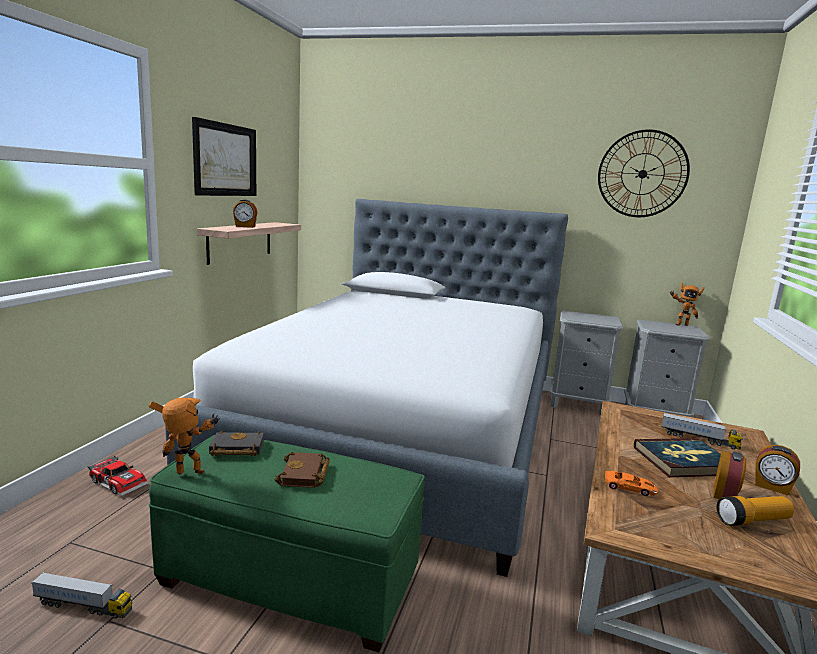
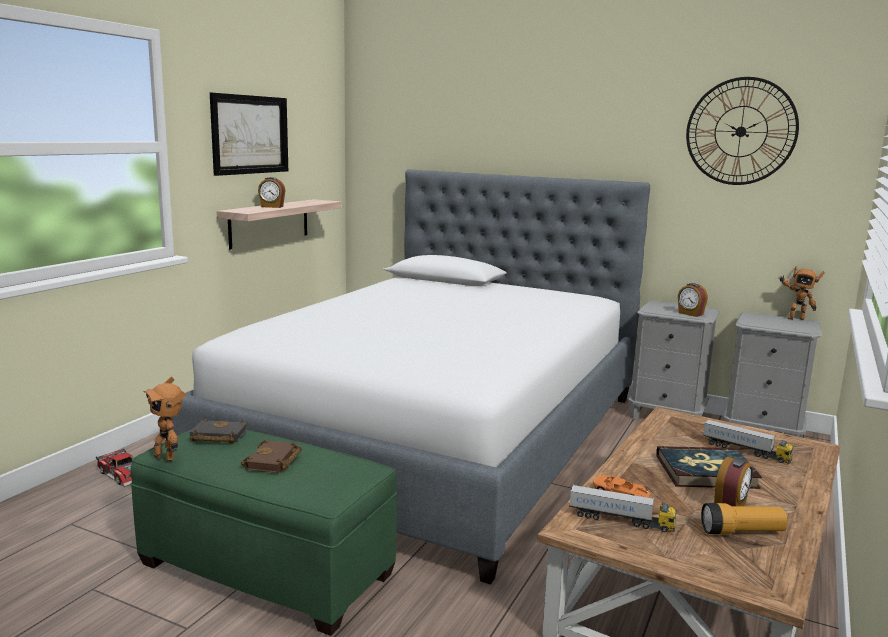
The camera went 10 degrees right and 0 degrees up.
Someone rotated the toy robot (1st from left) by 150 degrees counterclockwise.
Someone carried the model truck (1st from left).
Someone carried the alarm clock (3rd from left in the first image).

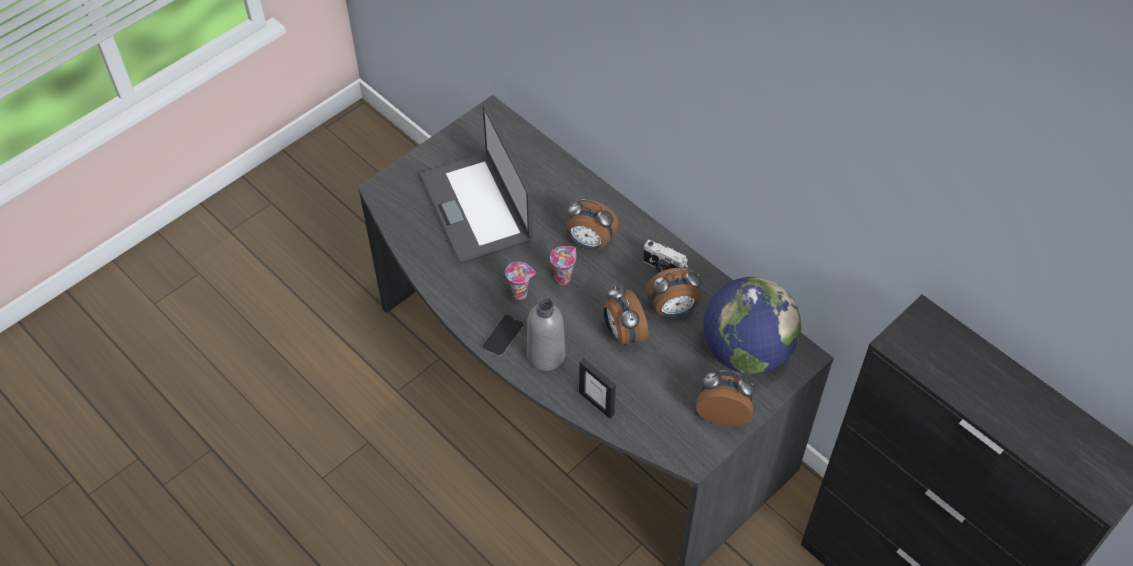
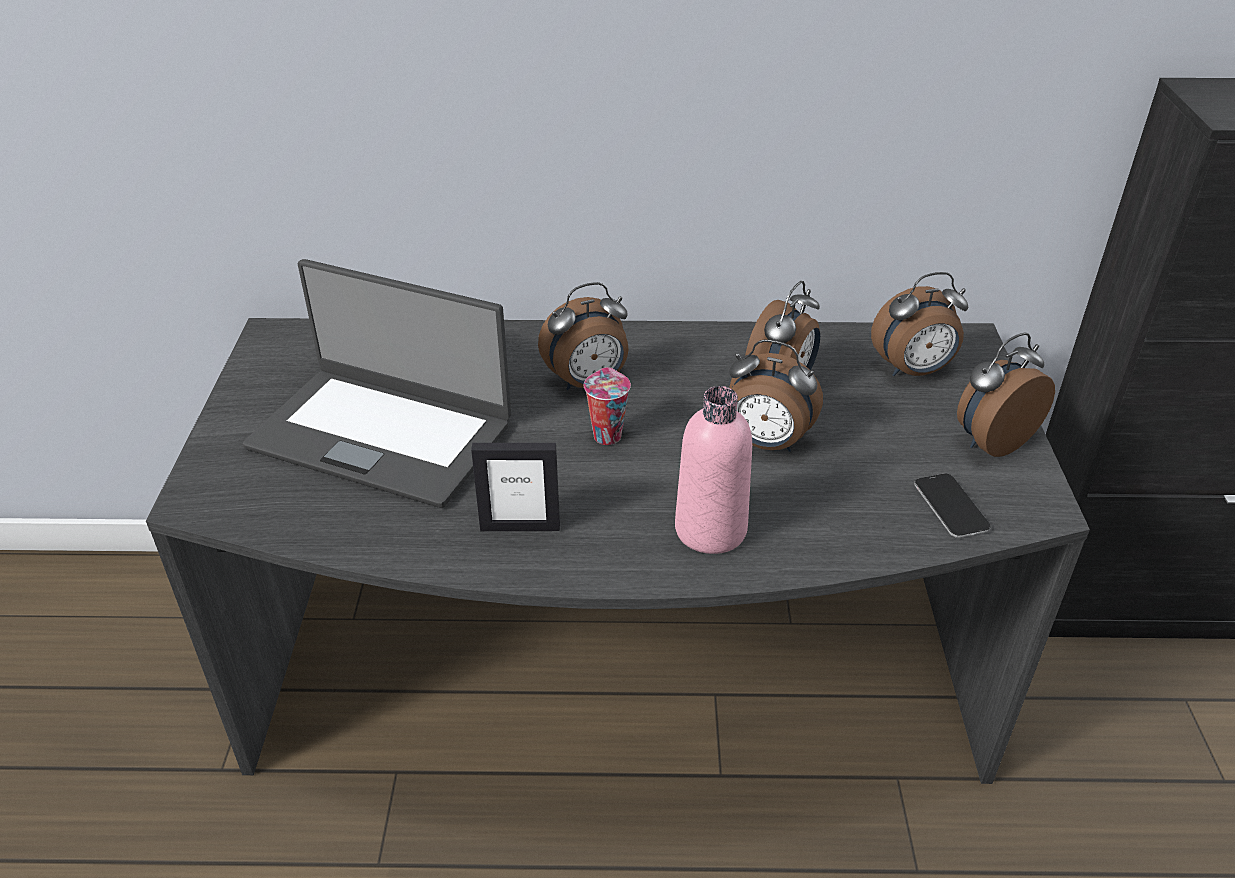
The camera went 45 degrees left and 15 degrees down.
Someone carried the picture frame.
Someone repainted the beverage bottle (gray), which became the beverage bottle (pinkish).
Someone swapped the desk globe for the alarm clock (4th from left).
Someone carried the telephone.
Someone took away the small cup (1st from left).
Someone took away the still camera.

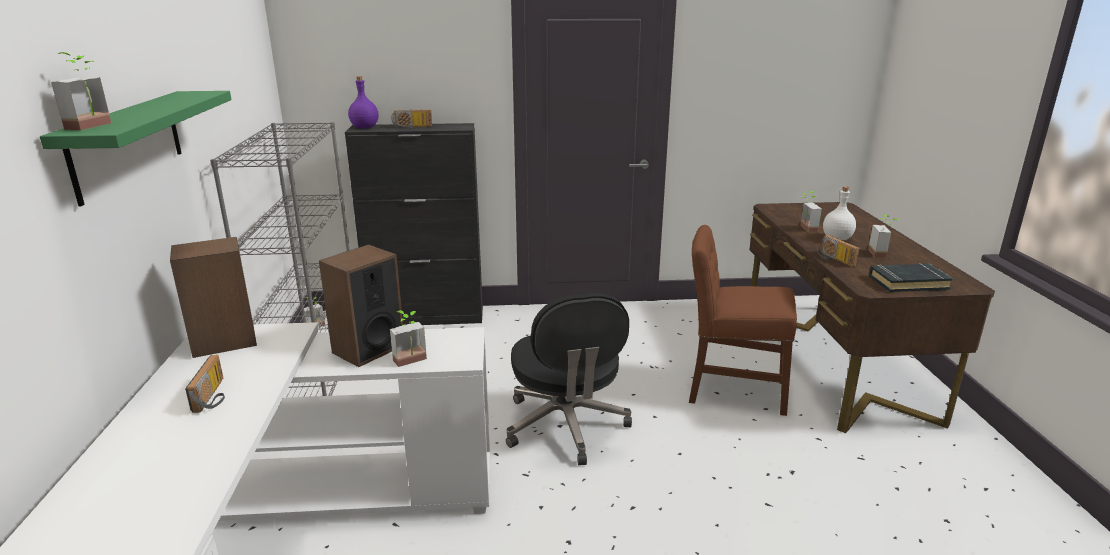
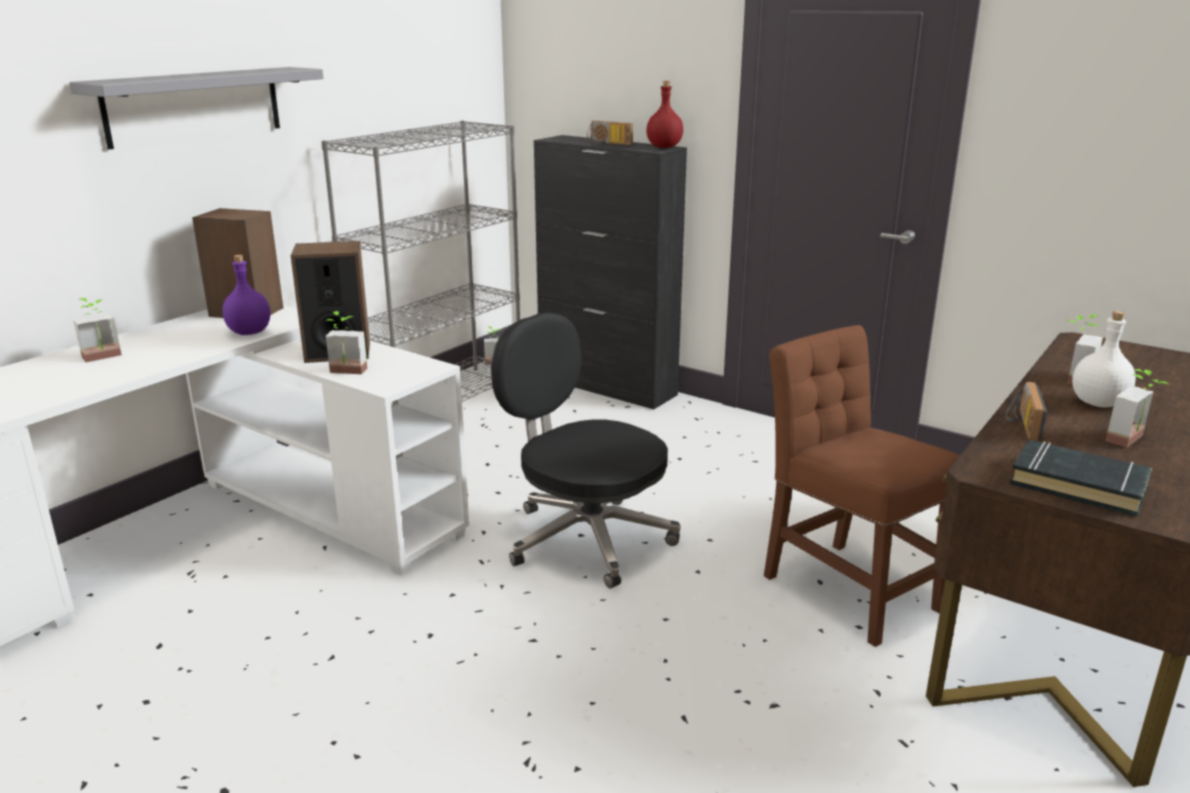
The camera went 40 degrees right and 0 degrees up.
Someone repainted the bracket shelf (green), which became the bracket shelf (gray).
Someone carried the plant in a pot (1st from left).
Someone carried the beverage bottle (purplish).
Someone rotated the desk chair (black) by 105 degrees clockwise.
Someone put down the beverage bottle (red-coloured).
Someone took away the radio (1st from left).

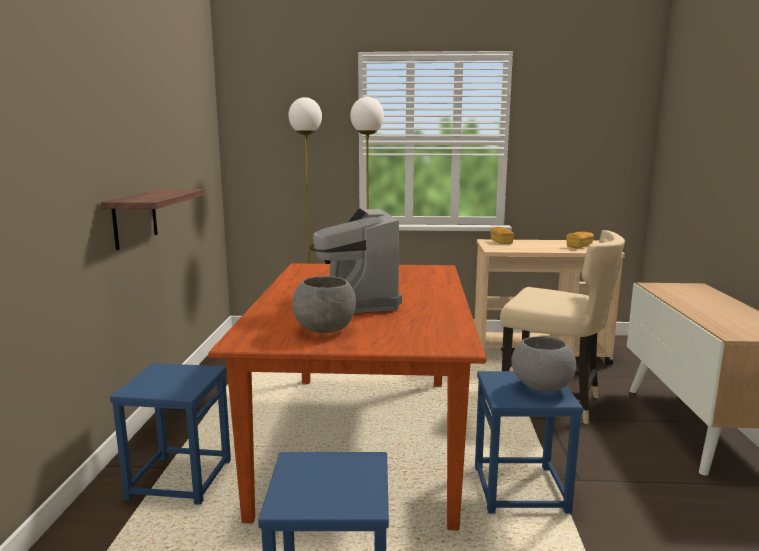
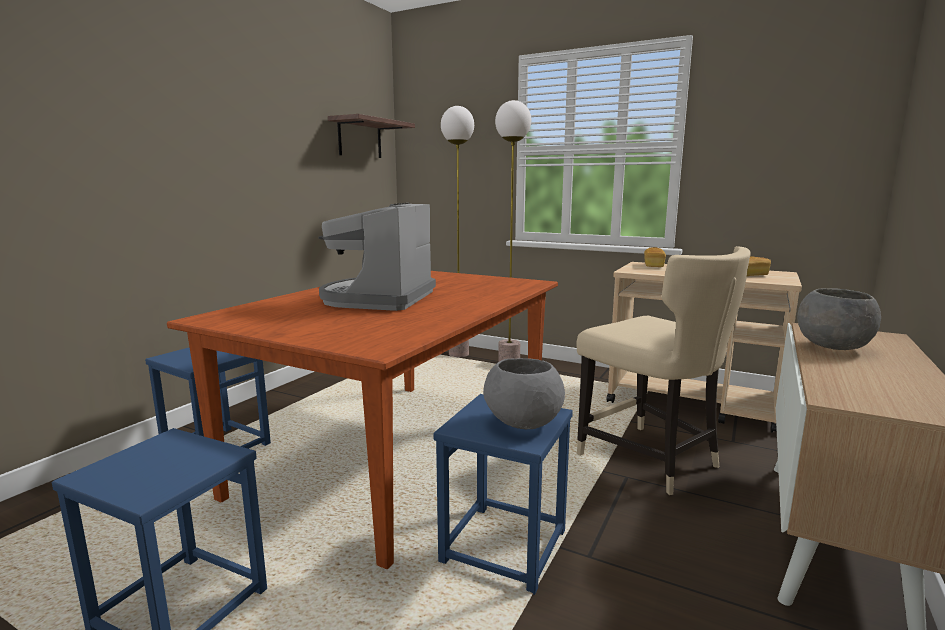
The camera went 25 degrees right and 0 degrees up.
Someone carried the bracket shelf.
Someone carried the serving bowl (gray) (1st from left in the first image).

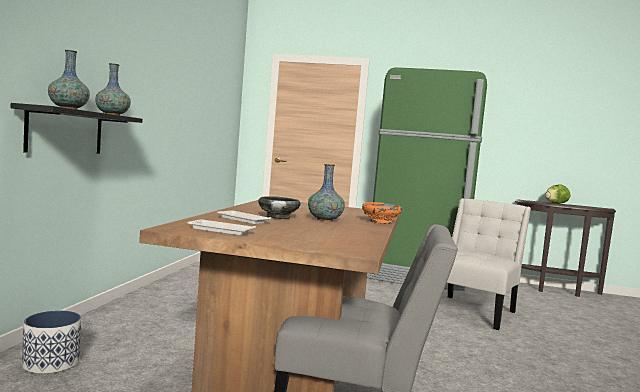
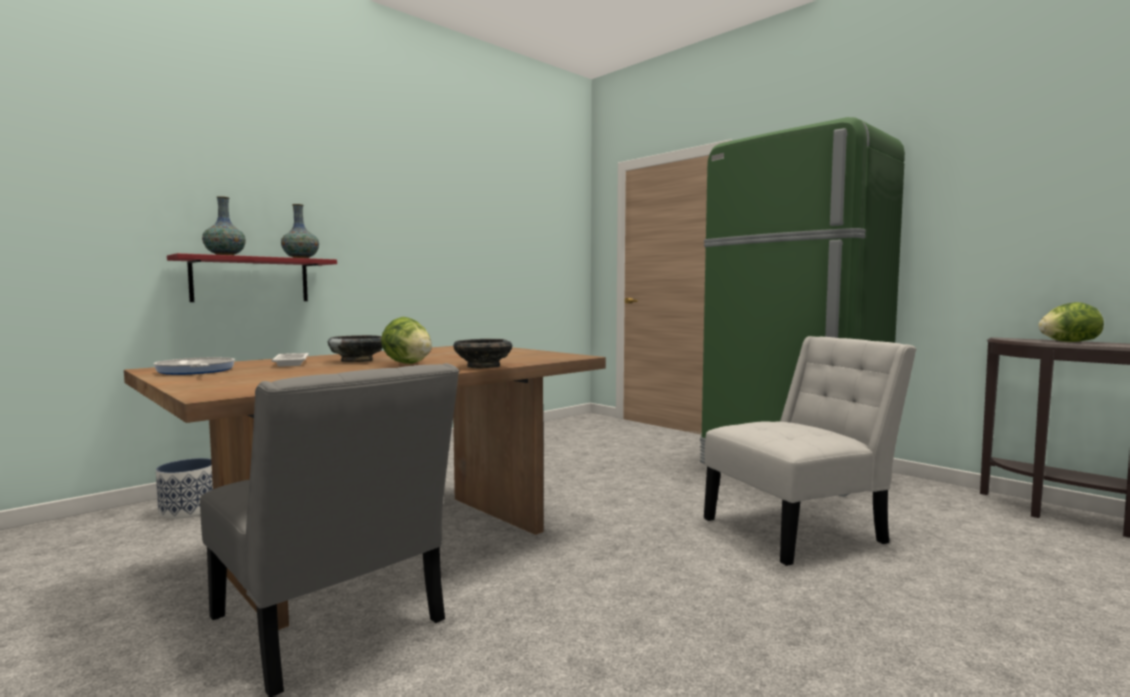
The camera went 35 degrees right and 0 degrees up.
Someone swapped the serving tray (white-coloured) (1st from left) for the frying pan.
Someone repainted the bracket shelf (black), which became the bracket shelf (red-coloured).
Someone swapped the vase (3rd from left) for the lettuce (1st from left).
Someone repainted the serving bowl (orange-coloured), which became the serving bowl (black) (2nd from left).

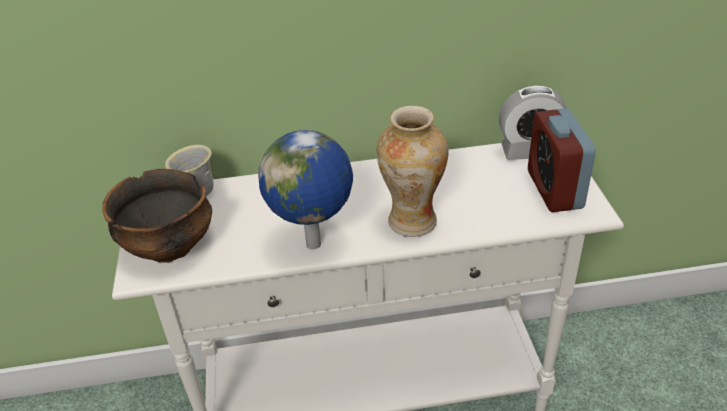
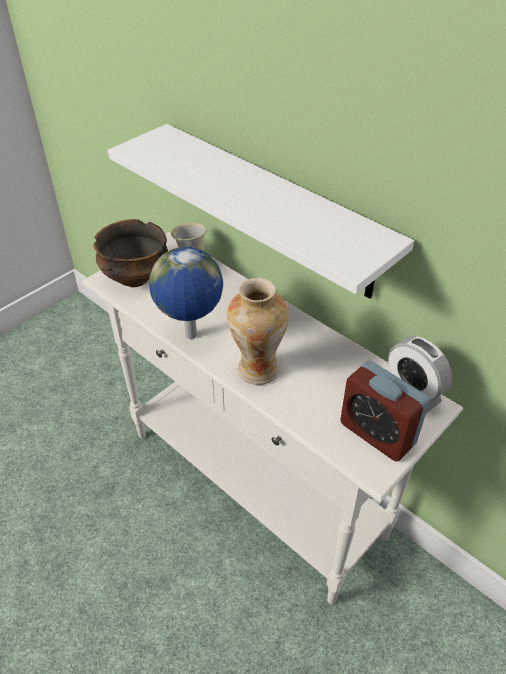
The camera went 50 degrees right and 5 degrees up.
Someone put up the bracket shelf (white-coloured).
Someone rotated the alarm clock (2nd from left in the first image) by 90 degrees counterclockwise.

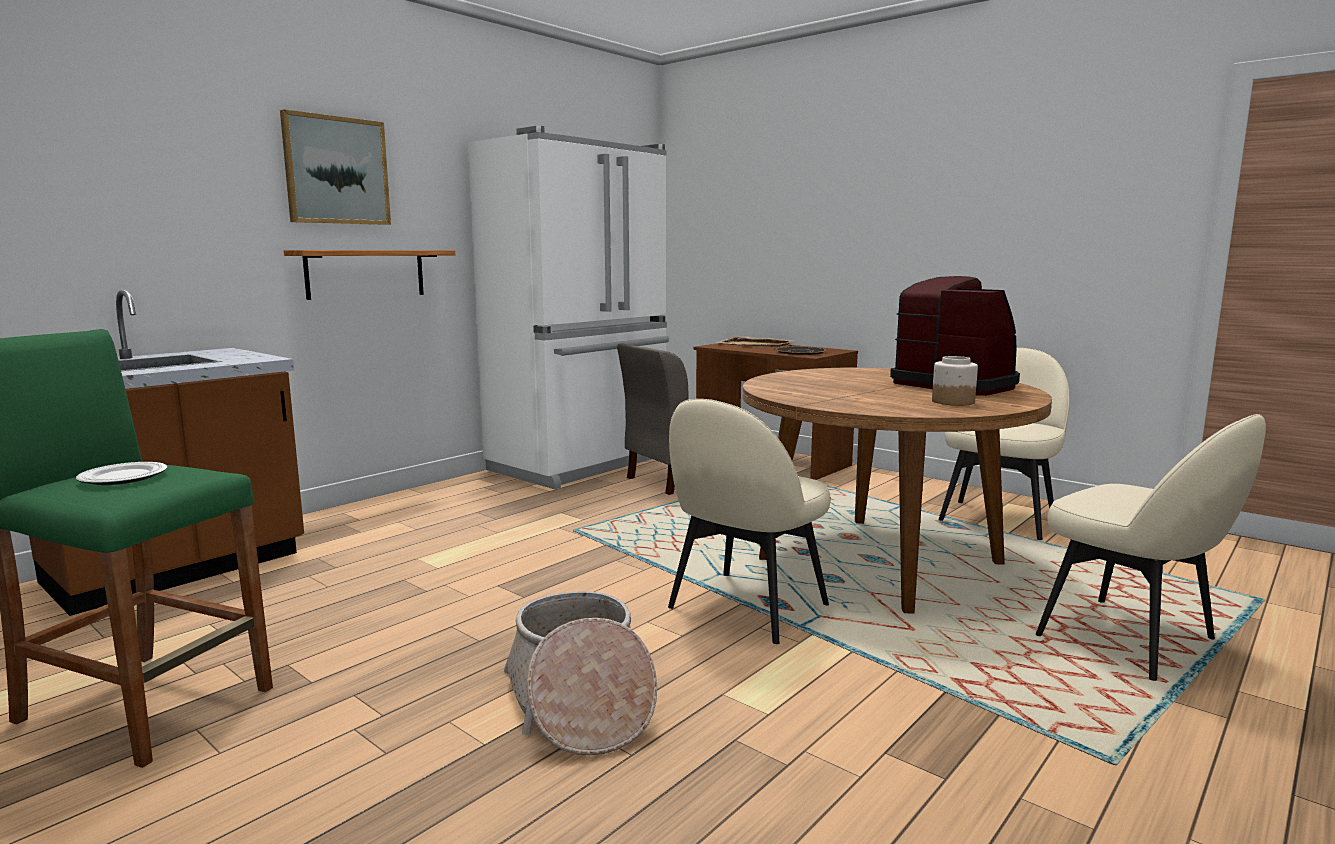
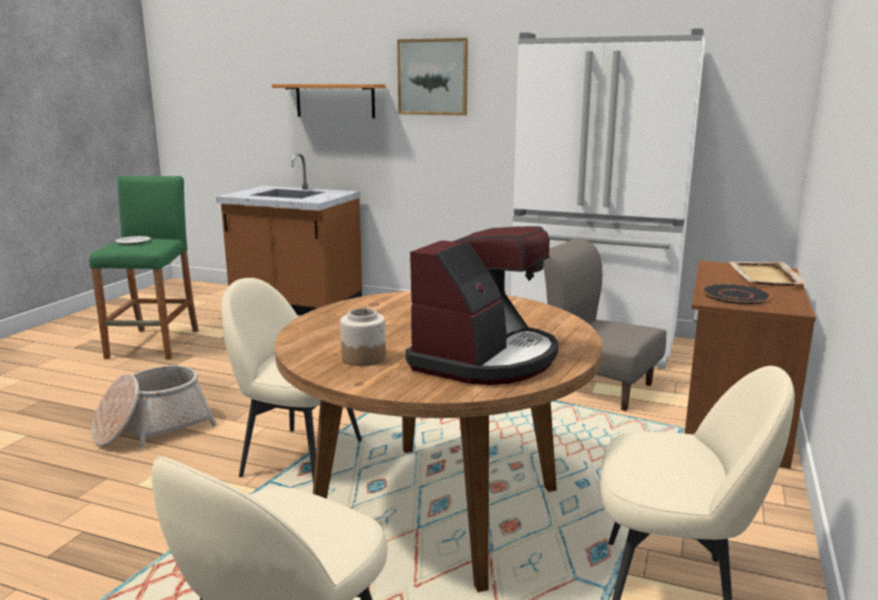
The camera went 70 degrees right and 5 degrees up.
Someone carried the bracket shelf.

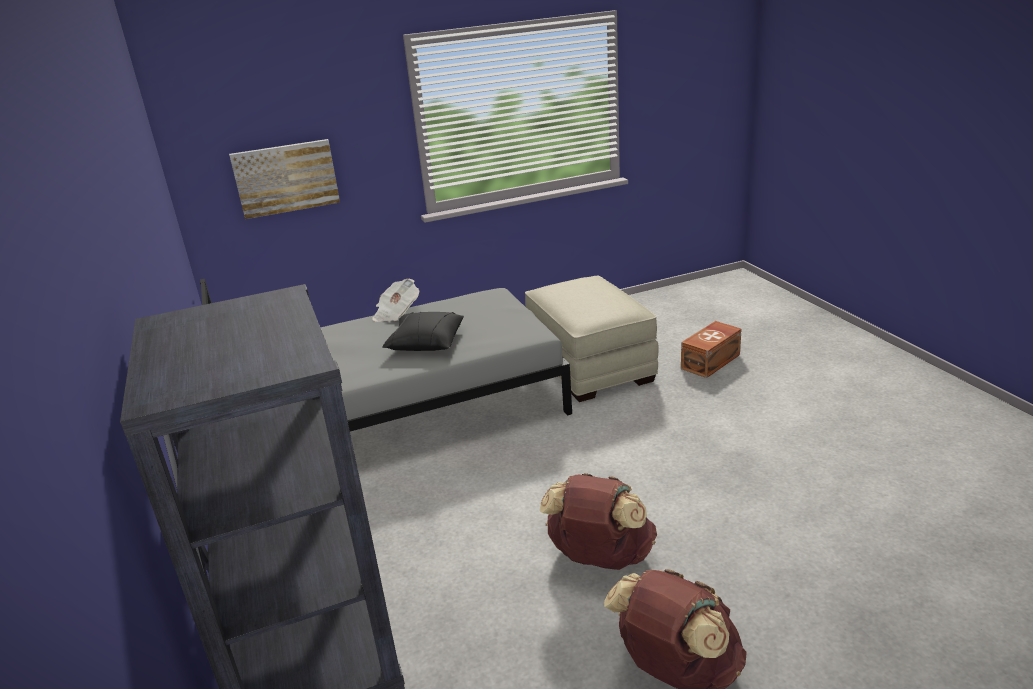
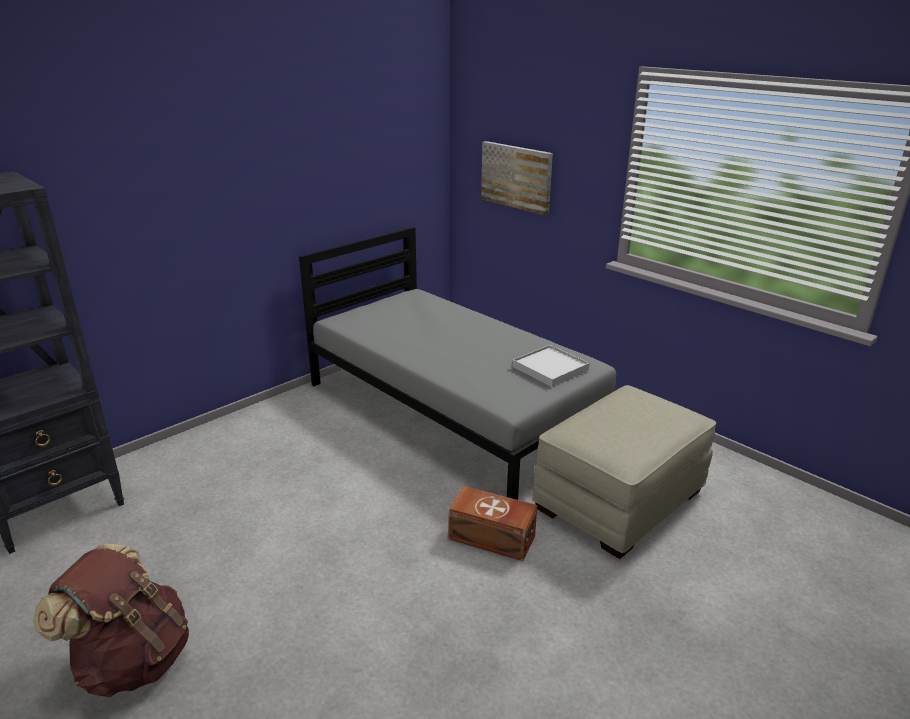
The camera went 65 degrees right and 0 degrees up.
Someone carried the storage bin (brownish).
Someone put down the serving tray (white-coloured).
Someone took away the daily paper.
Someone took away the pillow (black).
Someone took away the rucksack (brownish) (1st from left).

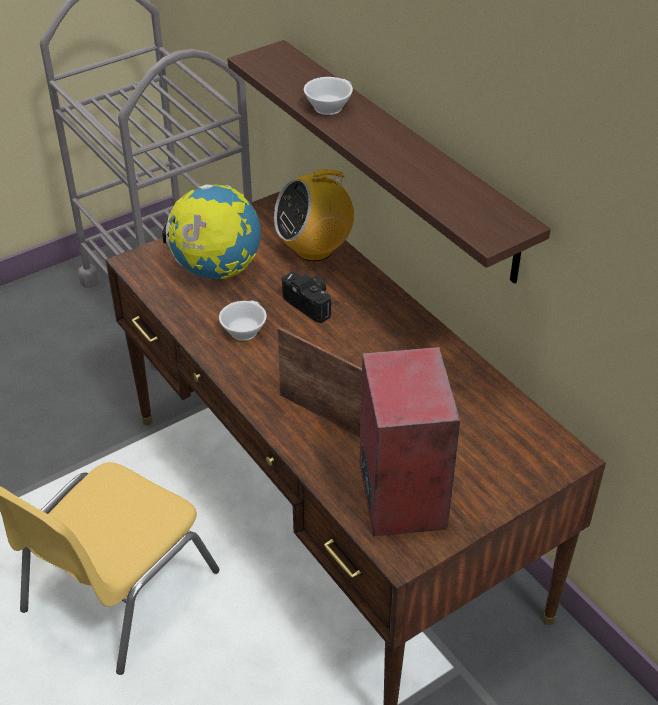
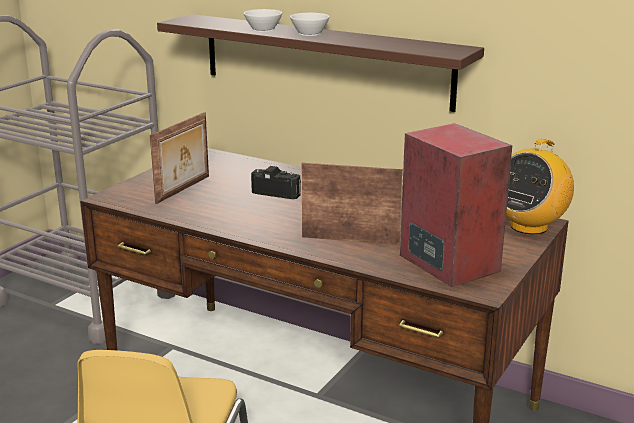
The camera went 25 degrees left and 20 degrees down.
Someone swapped the desk globe for the picture frame (1st from left).
Someone carried the small cup (white-coloured) (1st from left in the first image).
Someone carried the radio.

